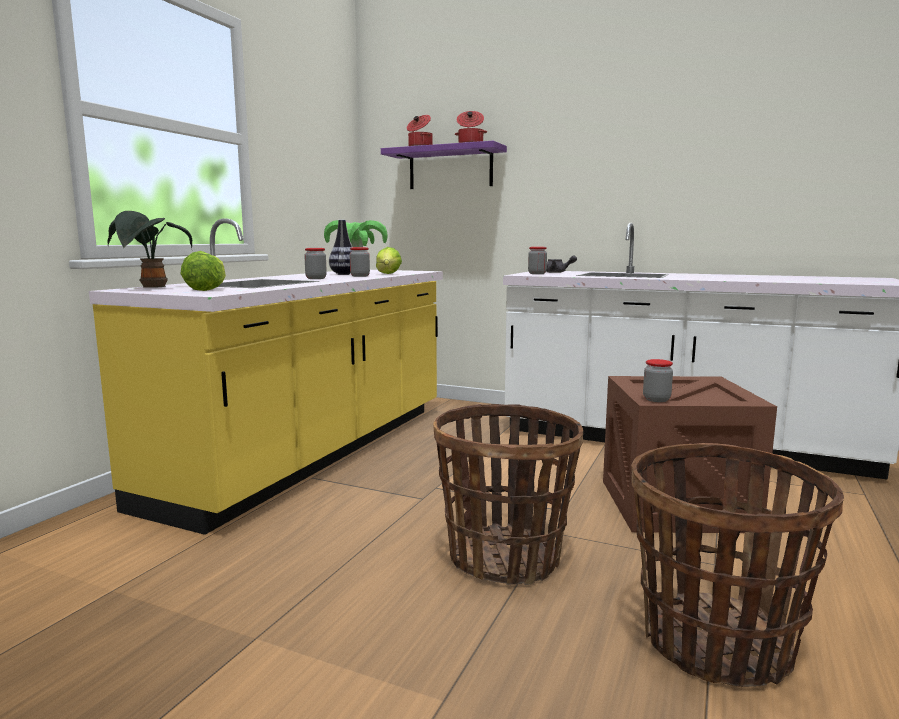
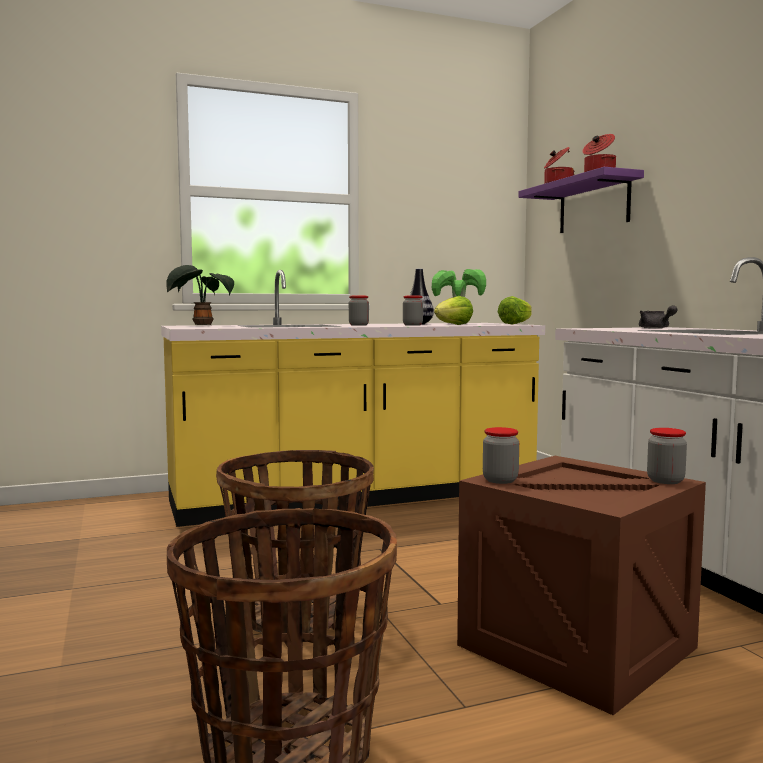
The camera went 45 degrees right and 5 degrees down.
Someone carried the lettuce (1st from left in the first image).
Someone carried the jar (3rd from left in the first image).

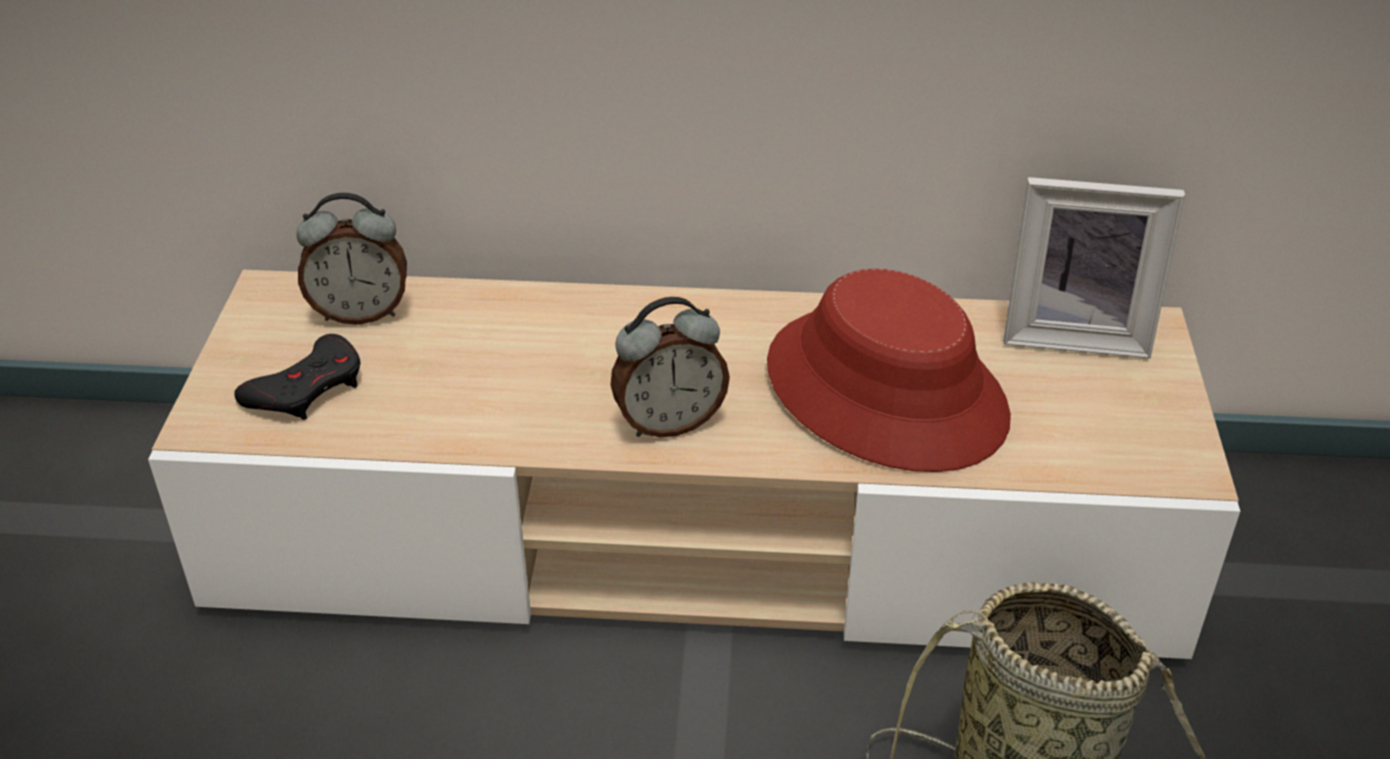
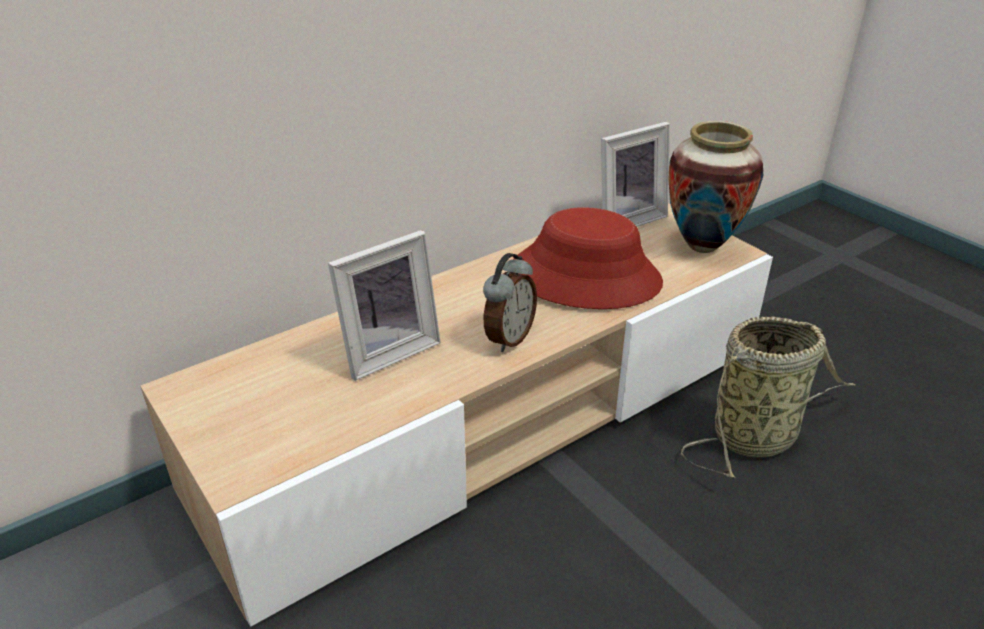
The camera went 40 degrees left and 5 degrees down.
Someone put down the picture frame (1st from left).
Someone put down the vase.
Someone took away the gamepad (black).
Someone took away the alarm clock (1st from left).

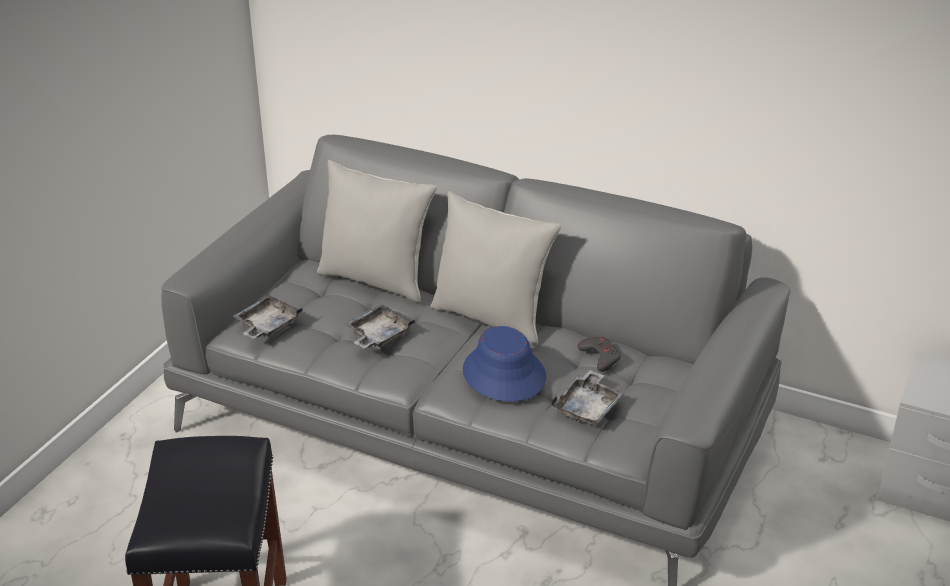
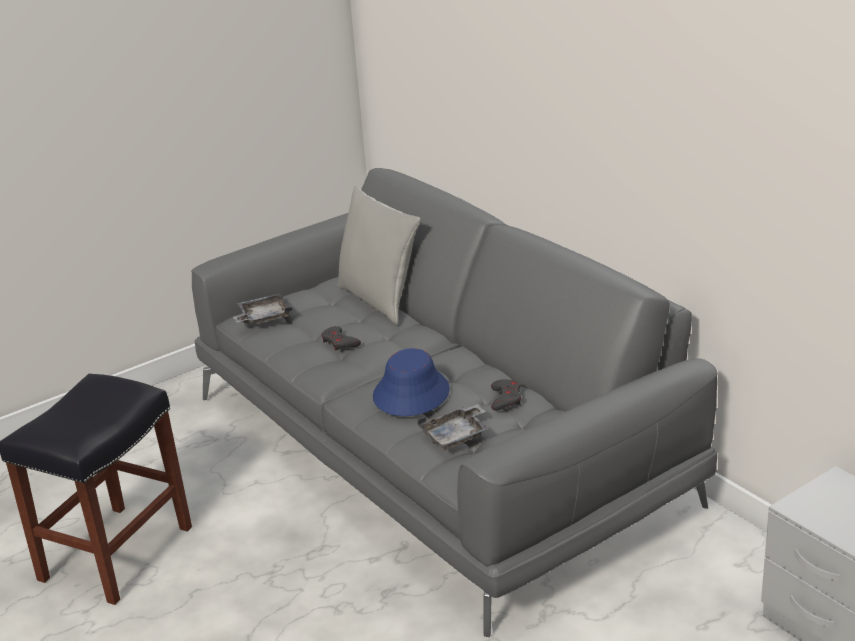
The camera went 30 degrees right and 5 degrees down.
Someone swapped the serving tray (gray) (2nd from left) for the gamepad (gray) (1st from left).
Someone took away the pillow (gray) (2nd from left).

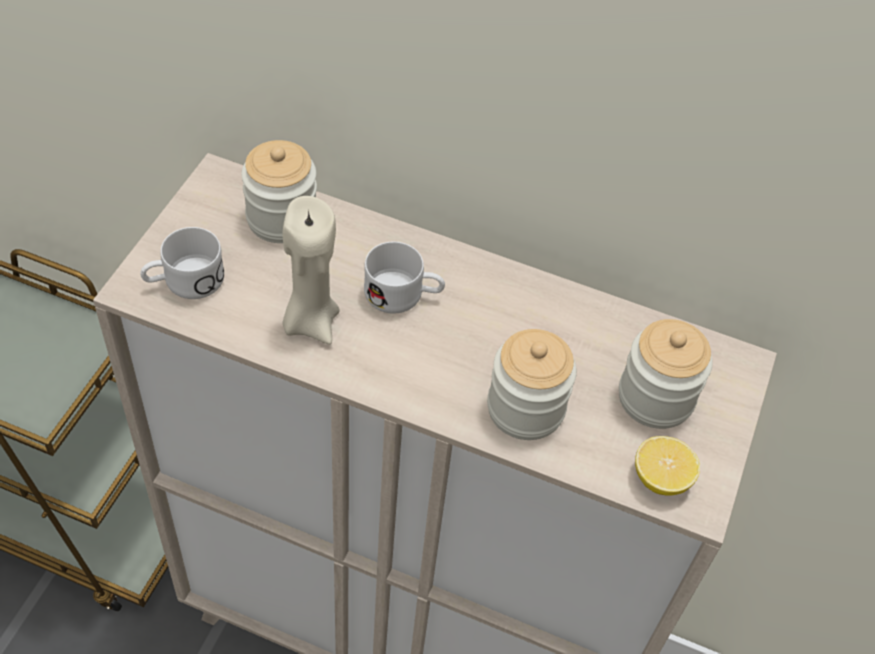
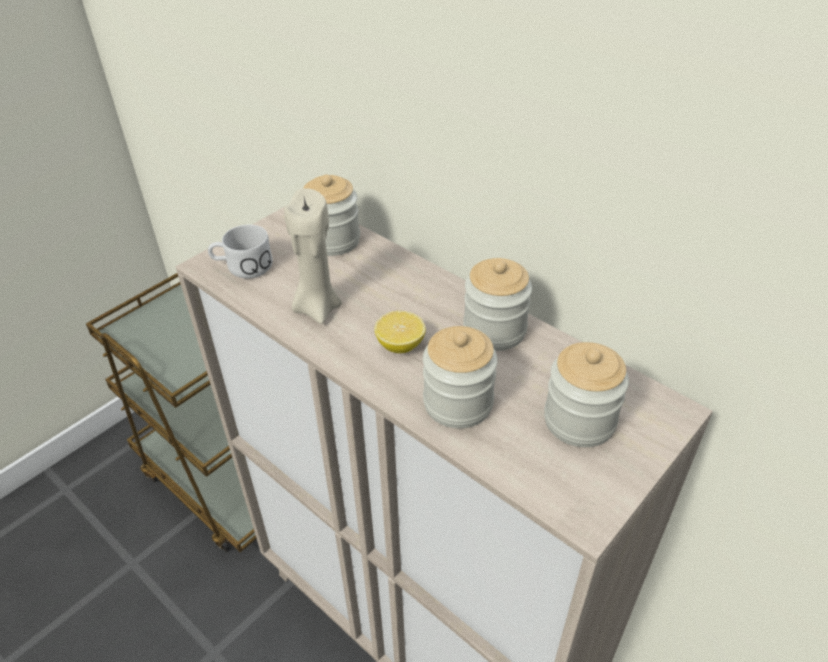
The camera went 25 degrees right and 10 degrees down.
Someone carried the lemon.
Someone put down the jar (3rd from left).
Someone took away the tea mug (white-coloured) (2nd from left).

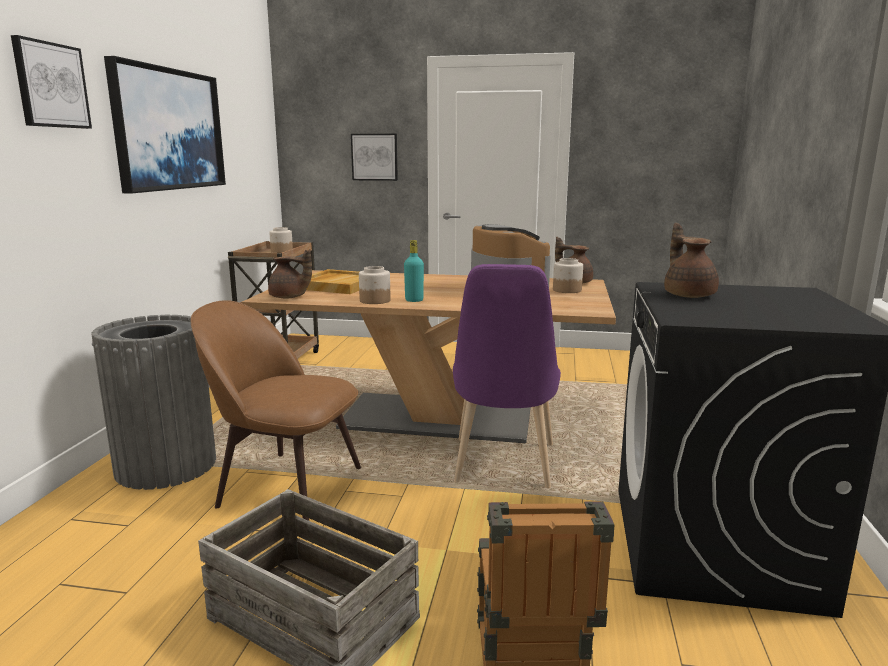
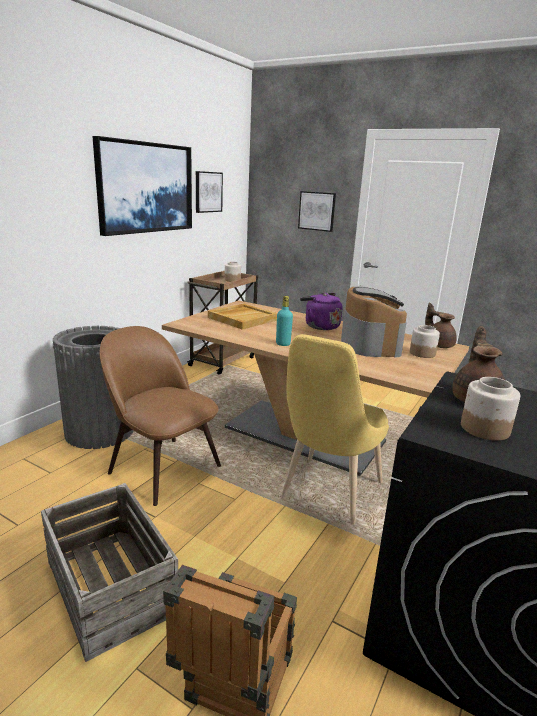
The camera went 20 degrees right and 5 degrees up.
Someone carried the wall art (1st from left in the first image).
Someone repainted the plain chair (purplish), which became the plain chair (yellow-coloured).
Someone put down the water kettle (purplish).
Someone carried the jar (2nd from left in the first image).
Someone took away the pot for tea (brownish) (1st from left).

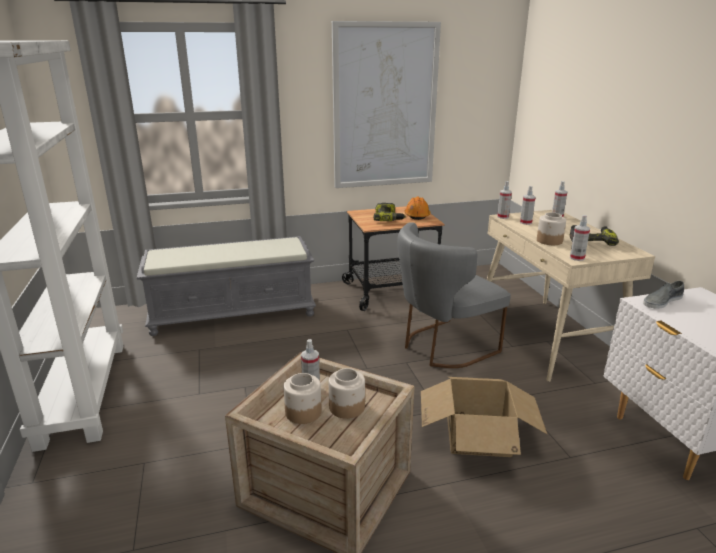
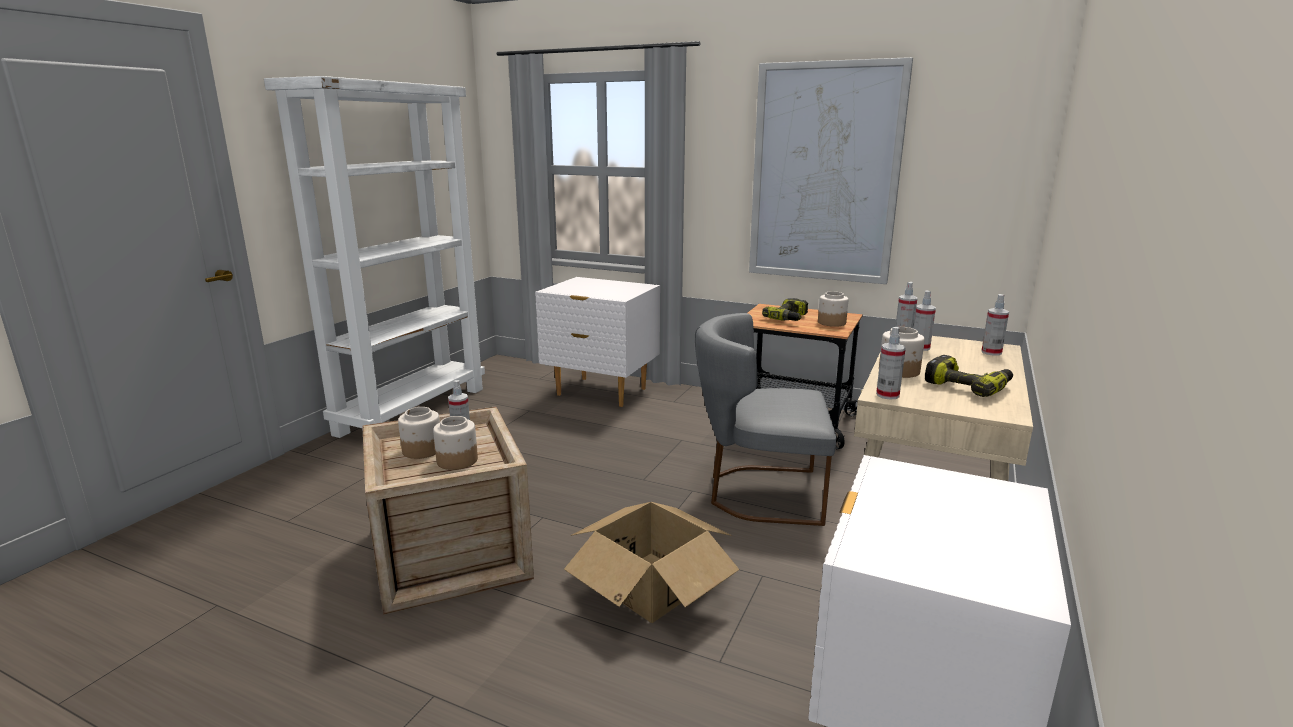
The camera went 40 degrees right and 5 degrees down.
Someone swapped the bench (gray) for the nightstand (white-coloured) (1st from left).
Someone swapped the safety helmet (orange-coloured) for the jar (3rd from left).
Someone took away the low shoe (gray).

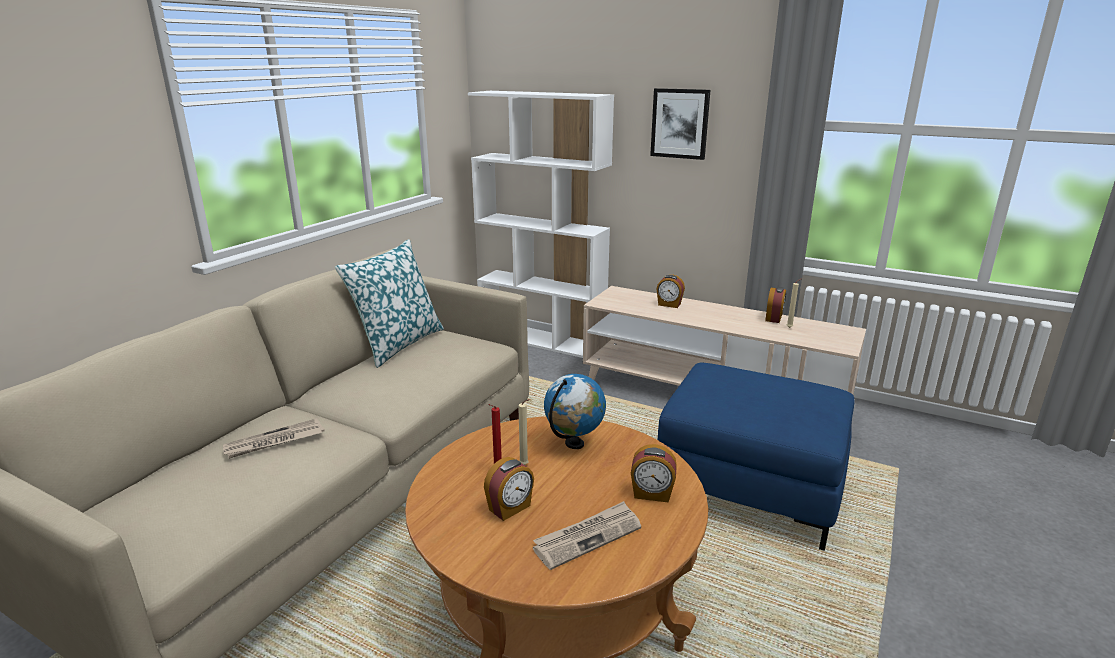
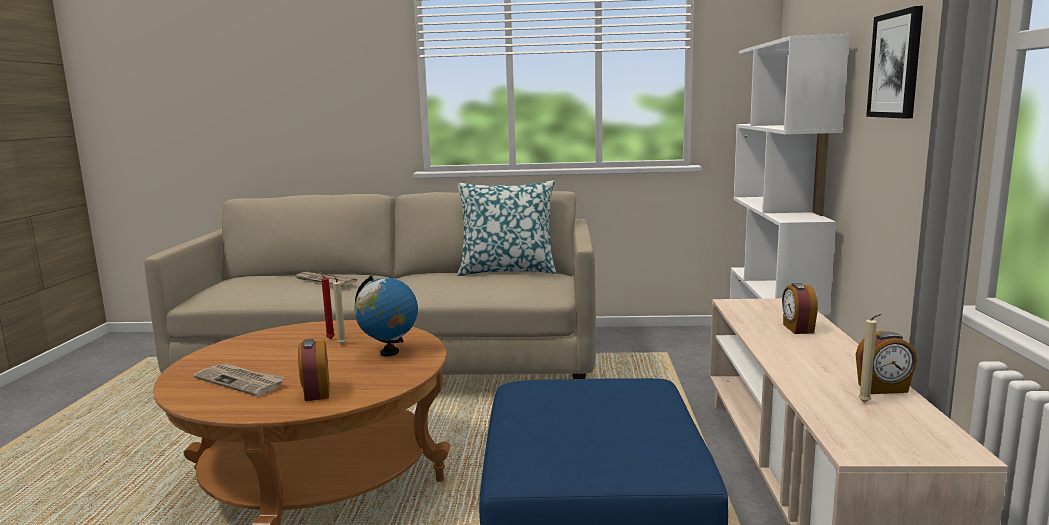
The camera went 65 degrees right and 10 degrees down.
Someone took away the alarm clock (1st from left).

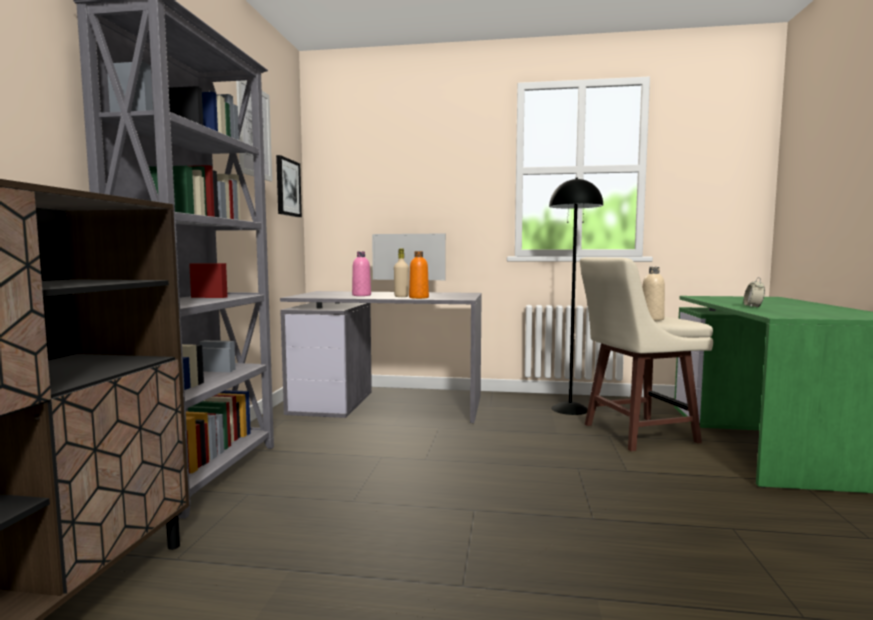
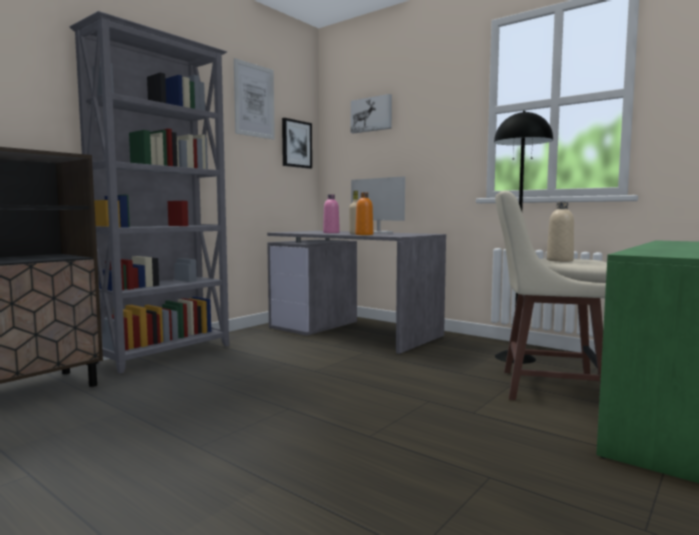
The camera went 30 degrees right and 0 degrees up.
Someone put up the wall art (3rd from left).
Someone took away the alarm clock.

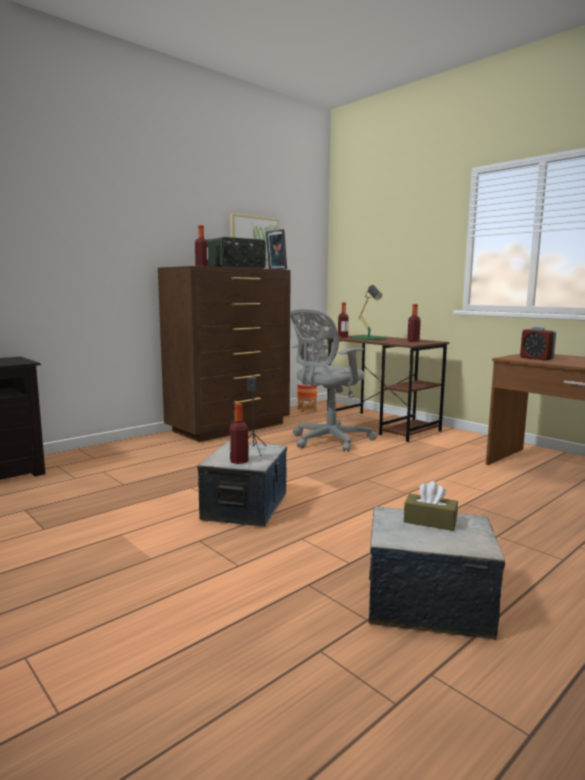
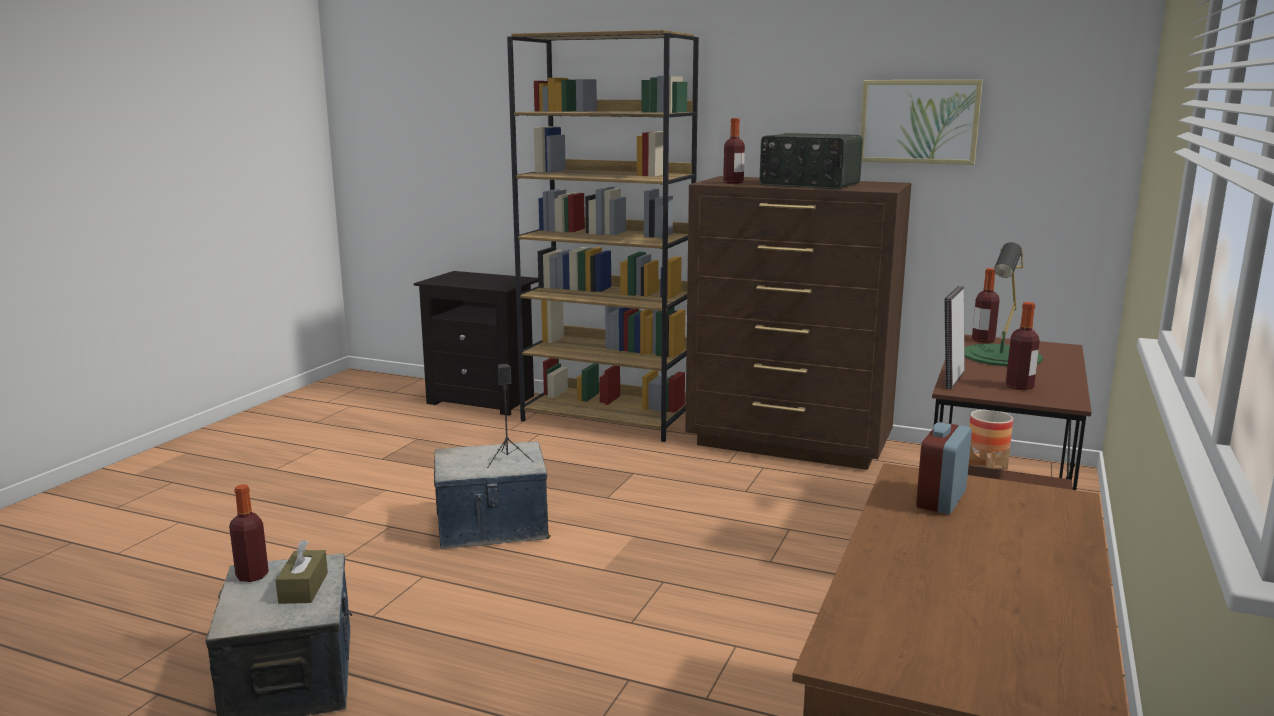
The camera went 65 degrees right and 5 degrees up.
Someone carried the beverage bottle (2nd from left in the first image).
Someone put down the shelving unit (brownish).
Someone carried the picture frame.
Someone took away the desk chair (gray).

